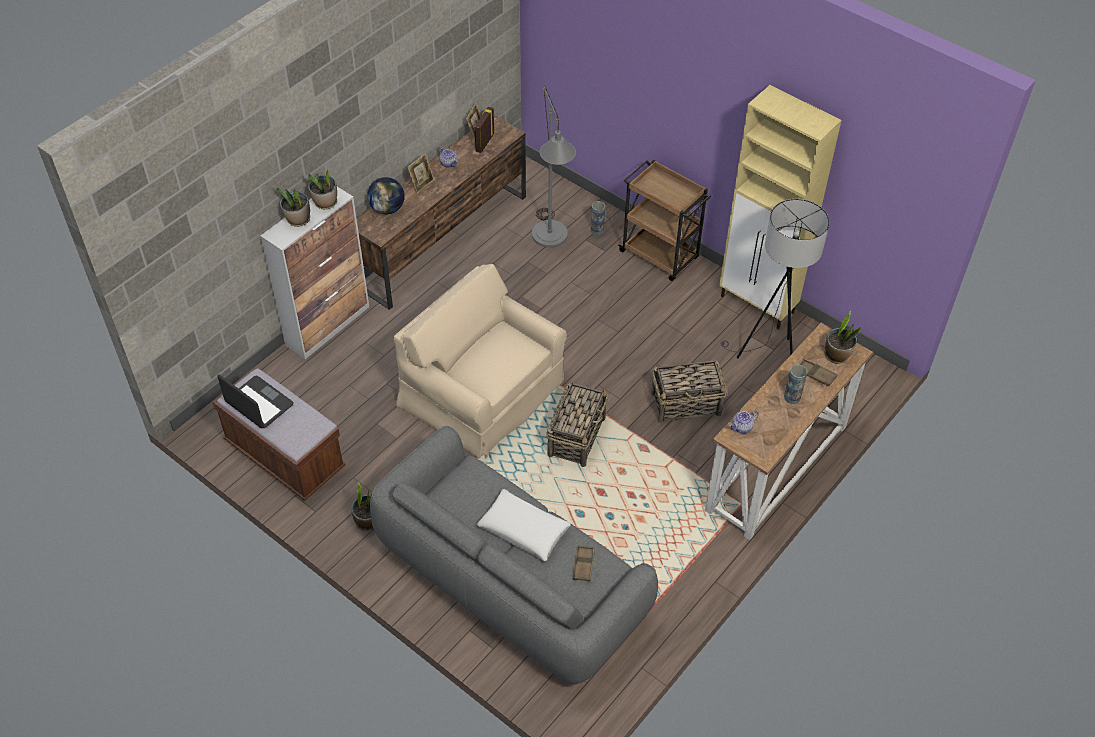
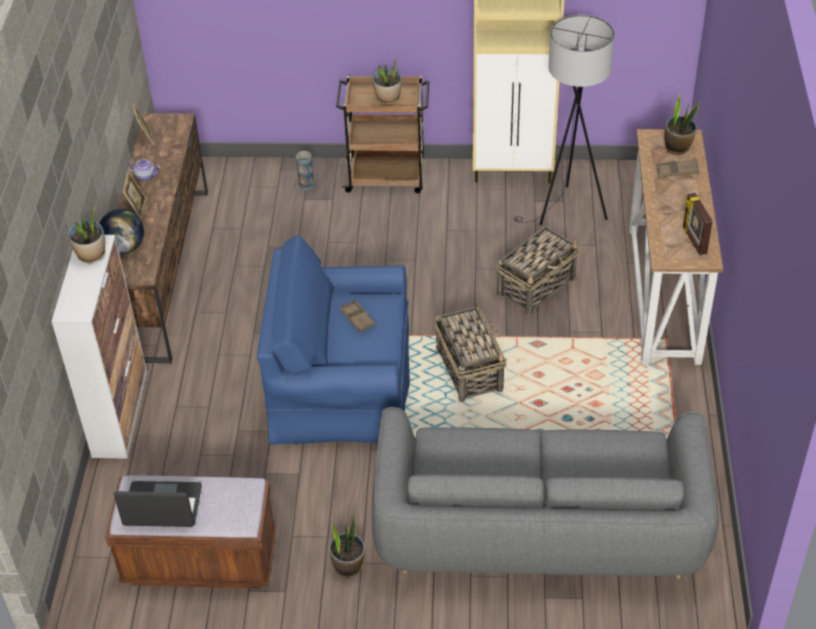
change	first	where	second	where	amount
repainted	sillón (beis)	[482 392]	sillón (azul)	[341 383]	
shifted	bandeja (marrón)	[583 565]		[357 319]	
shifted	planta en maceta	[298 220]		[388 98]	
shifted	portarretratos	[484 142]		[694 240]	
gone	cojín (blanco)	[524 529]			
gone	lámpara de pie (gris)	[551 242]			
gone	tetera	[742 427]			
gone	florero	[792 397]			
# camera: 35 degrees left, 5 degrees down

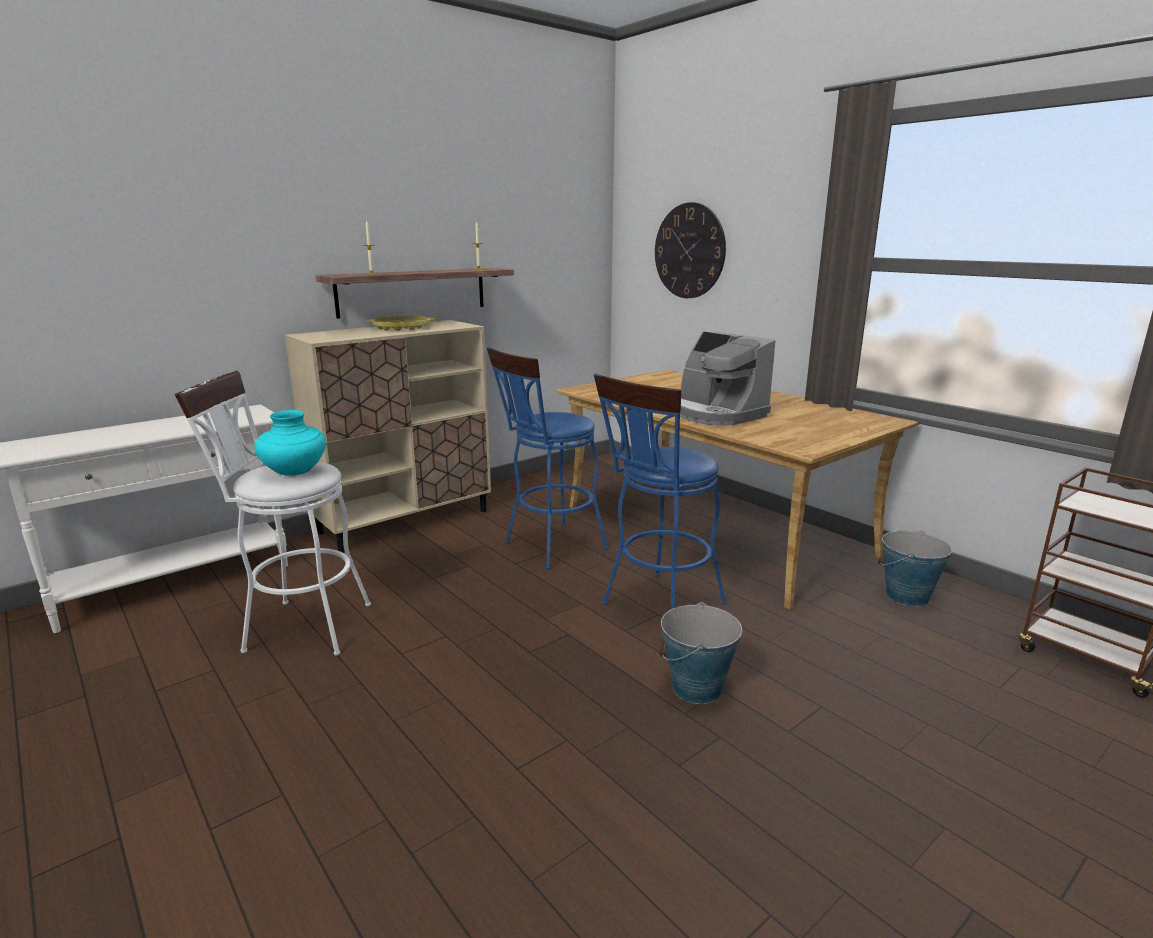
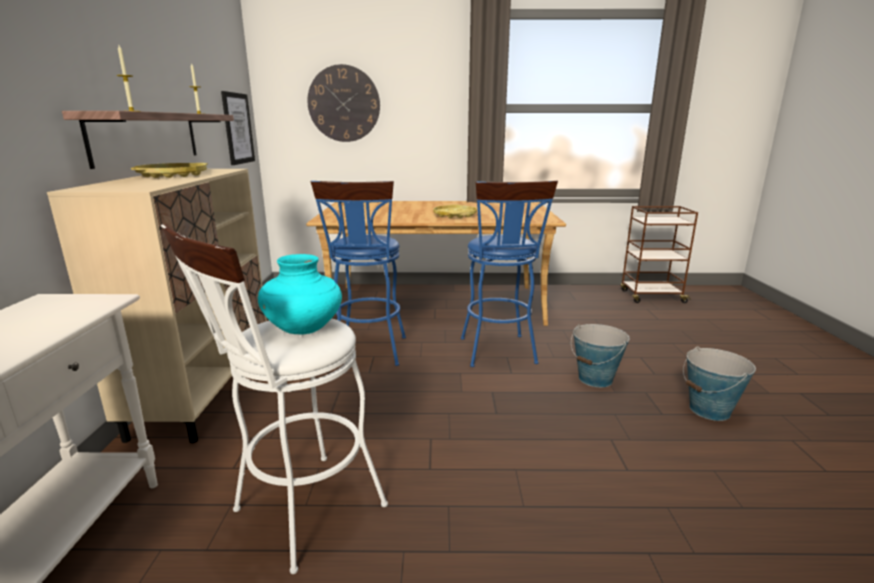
change	first	where	second	where	amount
new			cuadro	[238 128]	
swapped	cafetera	[716 414]	bandeja (amarillo)	[455 215]	
shifted	cubo	[907 596]		[709 410]	
# camera: 50 degrees left, 0 degrees up

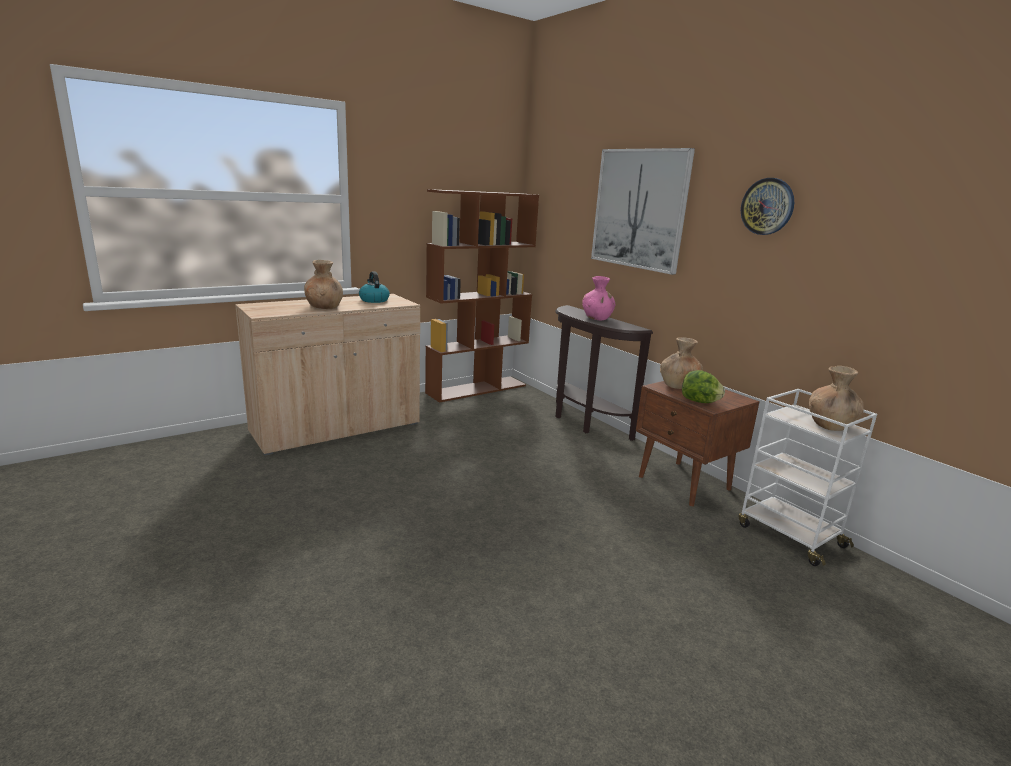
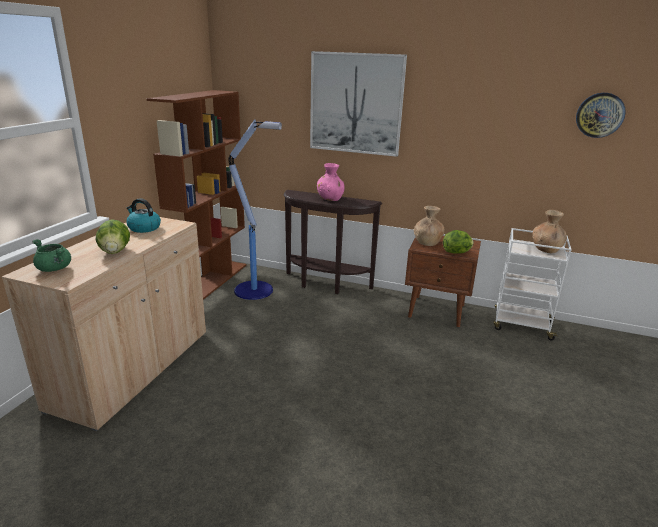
change	first	where	second	where	amount
new			olla (verde)	[55 269]	
swapped	florero (marrón)	[325 307]	lechuga	[115 251]	
new			lámpara de pie	[255 290]	
shifted	reloj de pared	[767 206]		[599 115]	
# camera: 35 degrees left, 5 degrees up

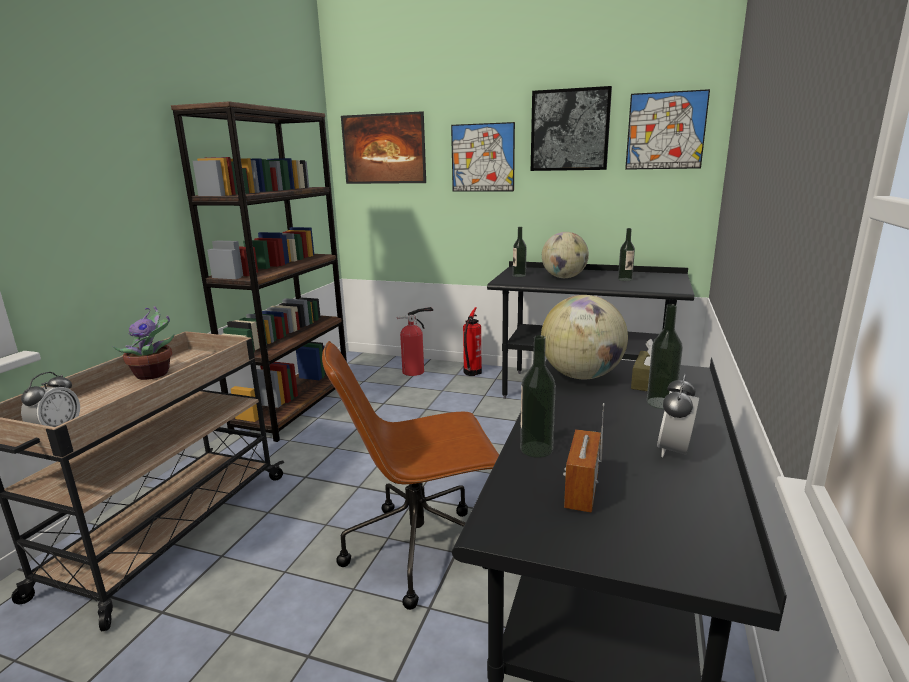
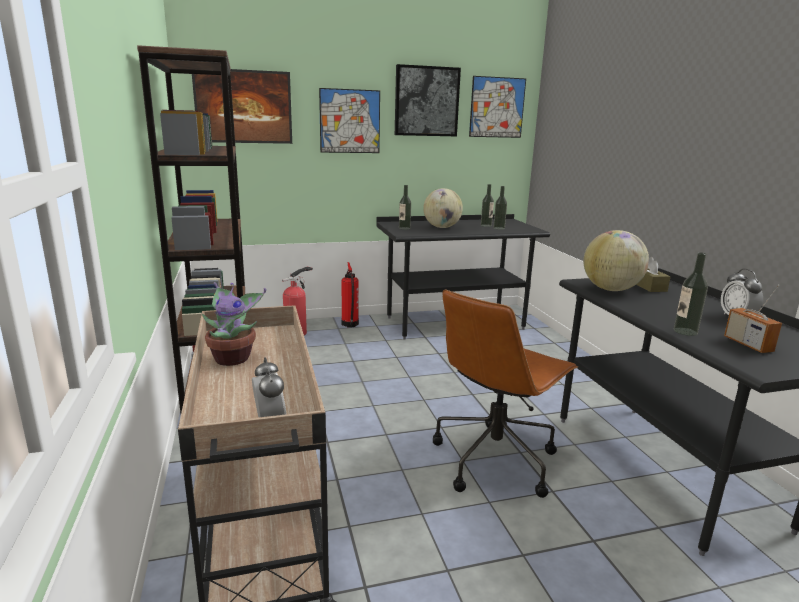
change	first	where	second	where	amount
shifted	botella	[661 403]		[499 228]	
# camera: 35 degrees left, 0 degrees up

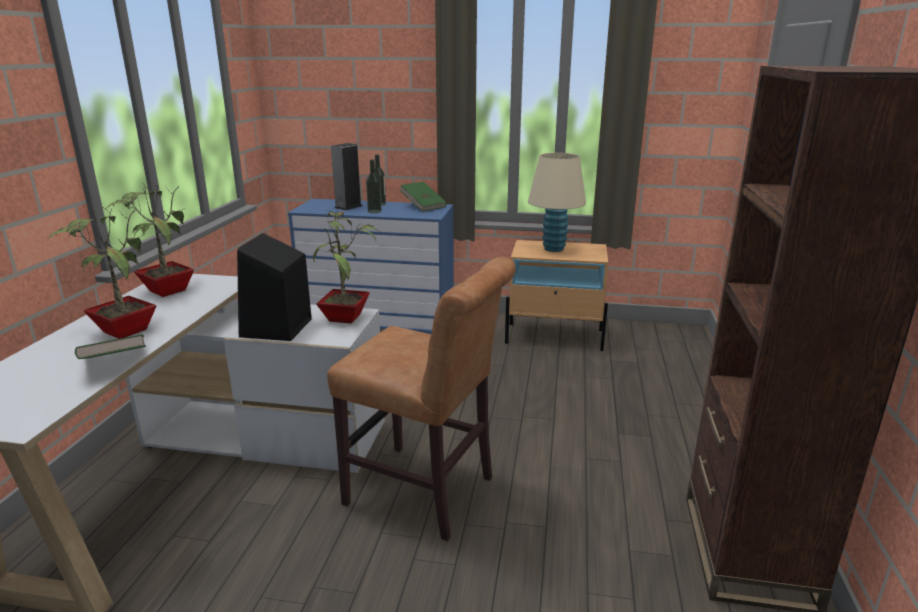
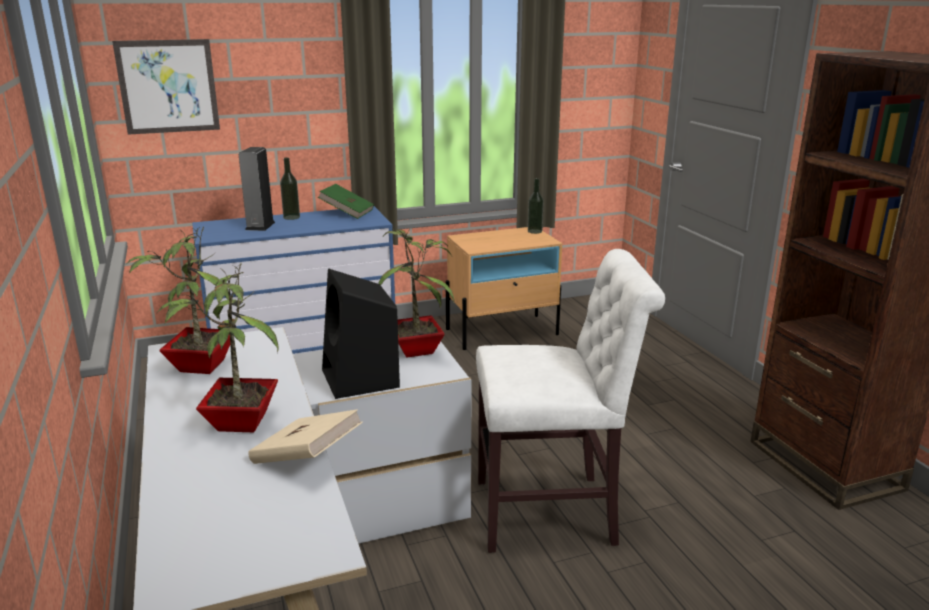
change	first	where	second	where	amount
new			cuadro	[168 86]	
repainted	libro (verde)	[116 365]	libro (beis)	[307 459]	
repainted	silla (marrón)	[426 493]	silla (blanco)	[553 512]	
shifted	botella	[374 211]		[534 231]	
gone	lámpara de mesa (beis)	[553 249]			
# camera: 30 degrees left, 0 degrees up

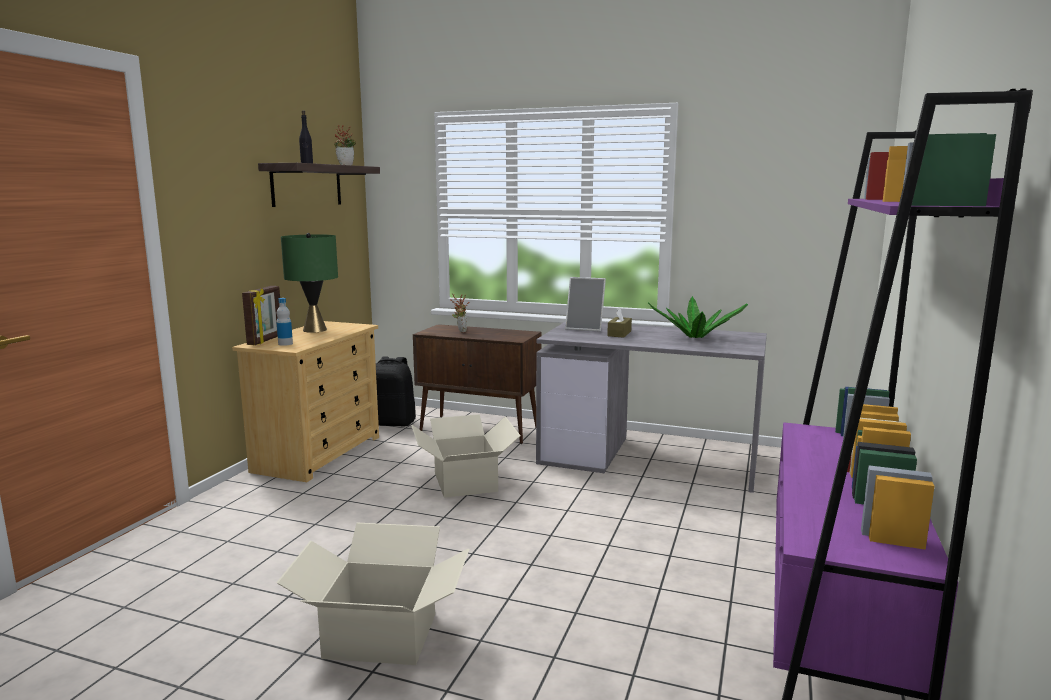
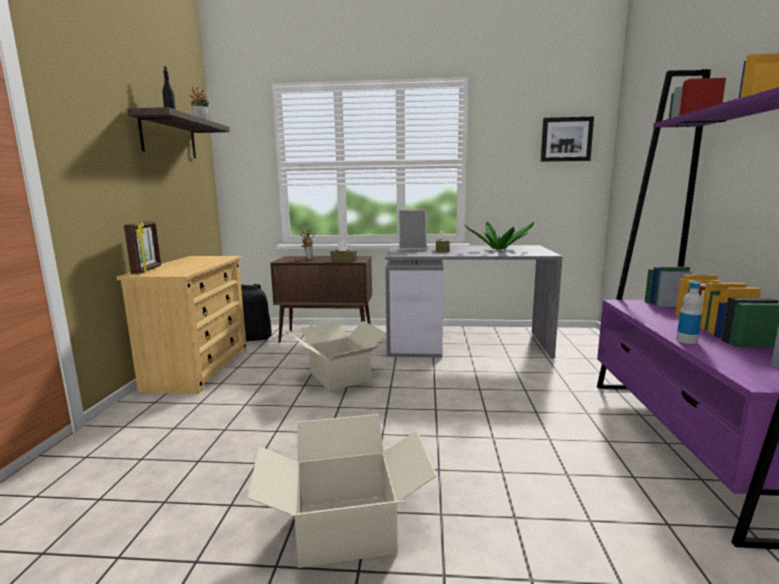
change	first	where	second	where	amount
new			caja de pañuelos (marrón)	[343 260]	
new			cuadro	[566 139]	
shifted	botella	[285 344]		[686 340]	
gone	lámpara de mesa (verde)	[314 330]			
# camera: 15 degrees left, 0 degrees up

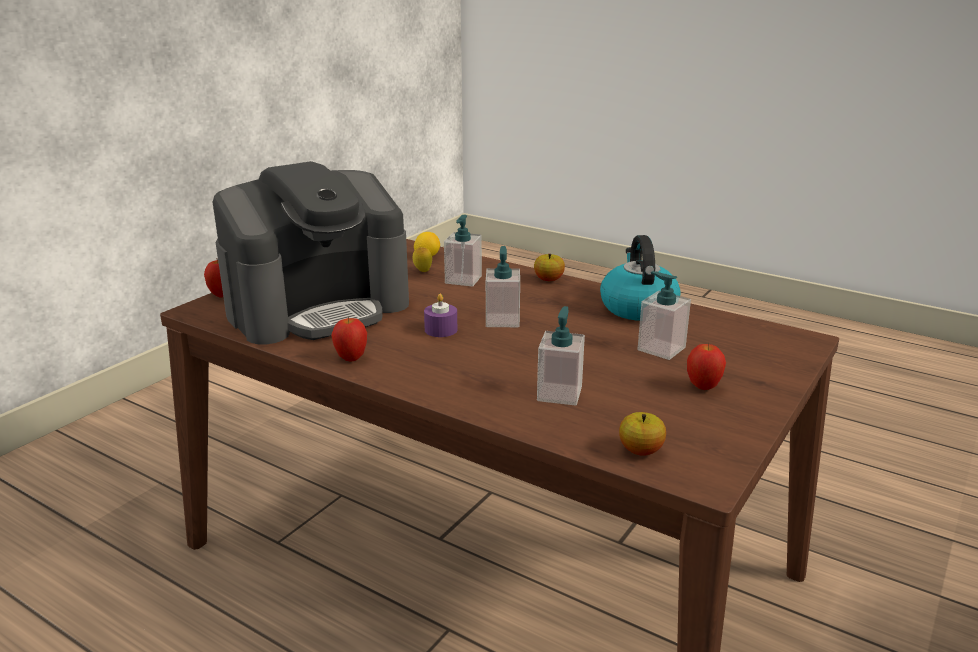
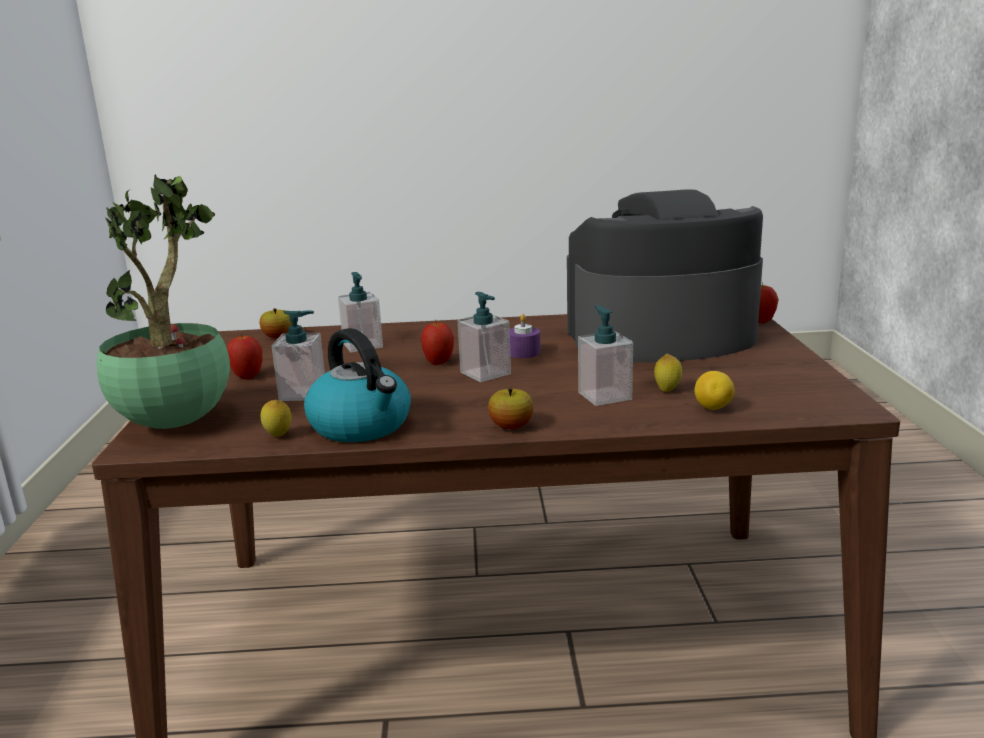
change	first	where	second	where	amount
new			planta en maceta	[177 422]	
new			limón	[278 436]	
shifted	manzana	[351 358]		[438 363]	
rotated	cafetera	[319 308]		[659 337]	60 degrees clockwise
# camera: 145 degrees right, 5 degrees down

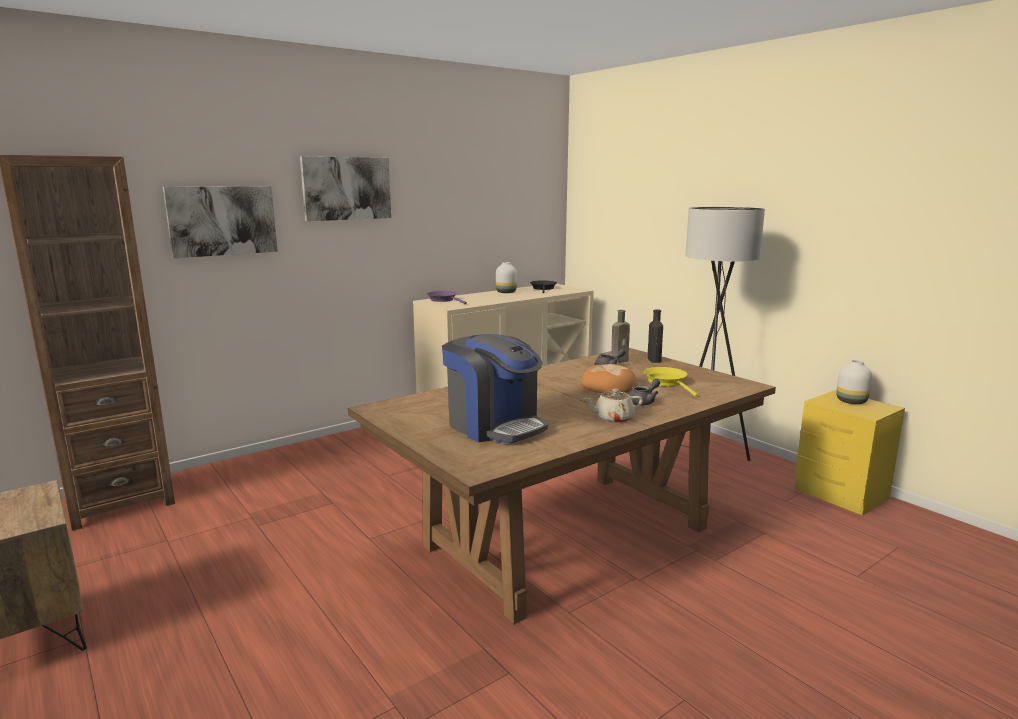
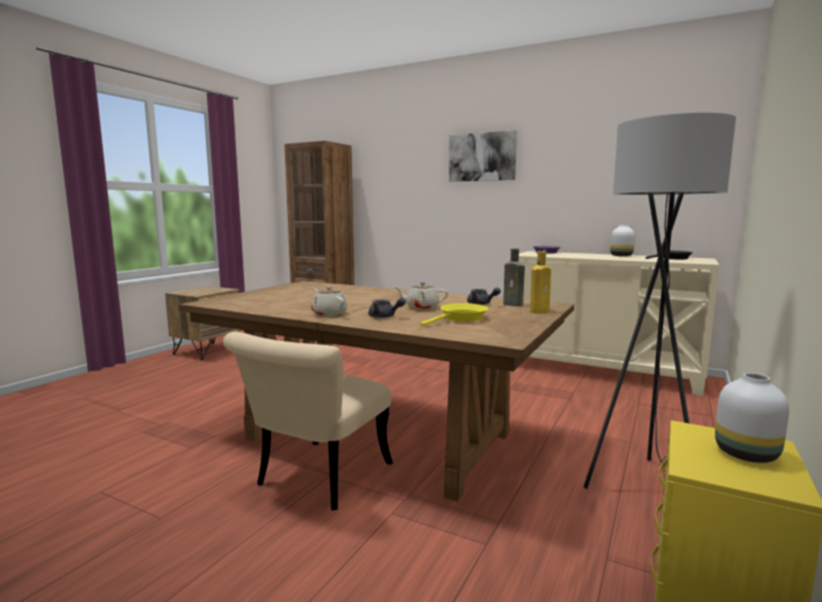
change	first	where	second	where	amount
new			silla (beis)	[316 480]	
swapped	pan	[608 385]	tetera (beis)	[421 307]	
repainted	botella (negro)	[653 360]	botella (amarillo)	[540 311]	
gone	cuadro	[222 220]			
gone	cafetera	[494 426]			
# camera: 65 degrees right, 5 degrees down

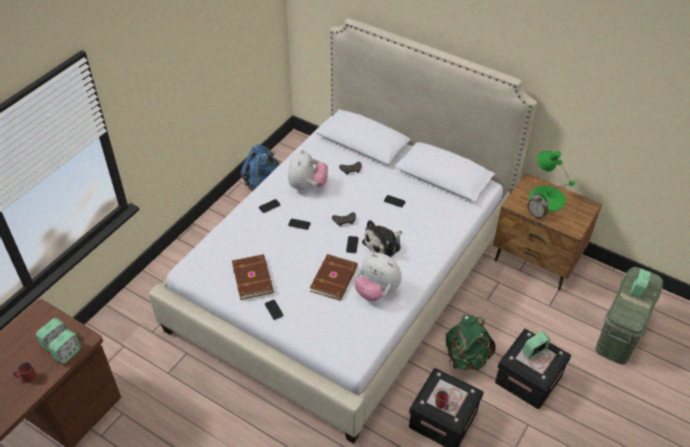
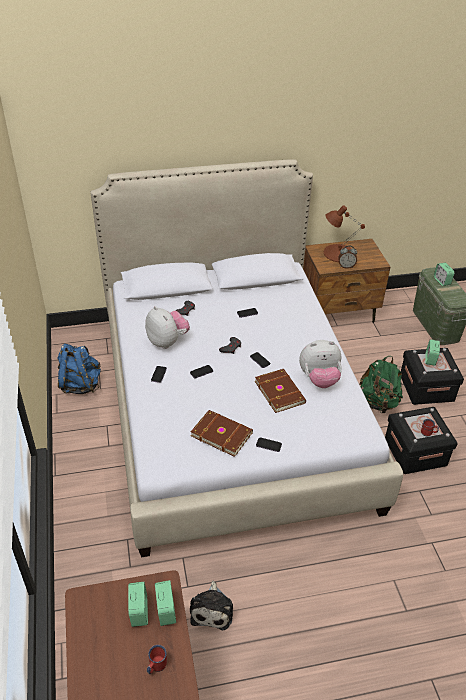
change	first	where	second	where	amount
shifted	peluche	[383 245]		[212 609]	
repainted	lámpara de mesa (verde)	[547 198]	lámpara de mesa (marrón)	[338 253]	
# camera: 45 degrees left, 5 degrees down

